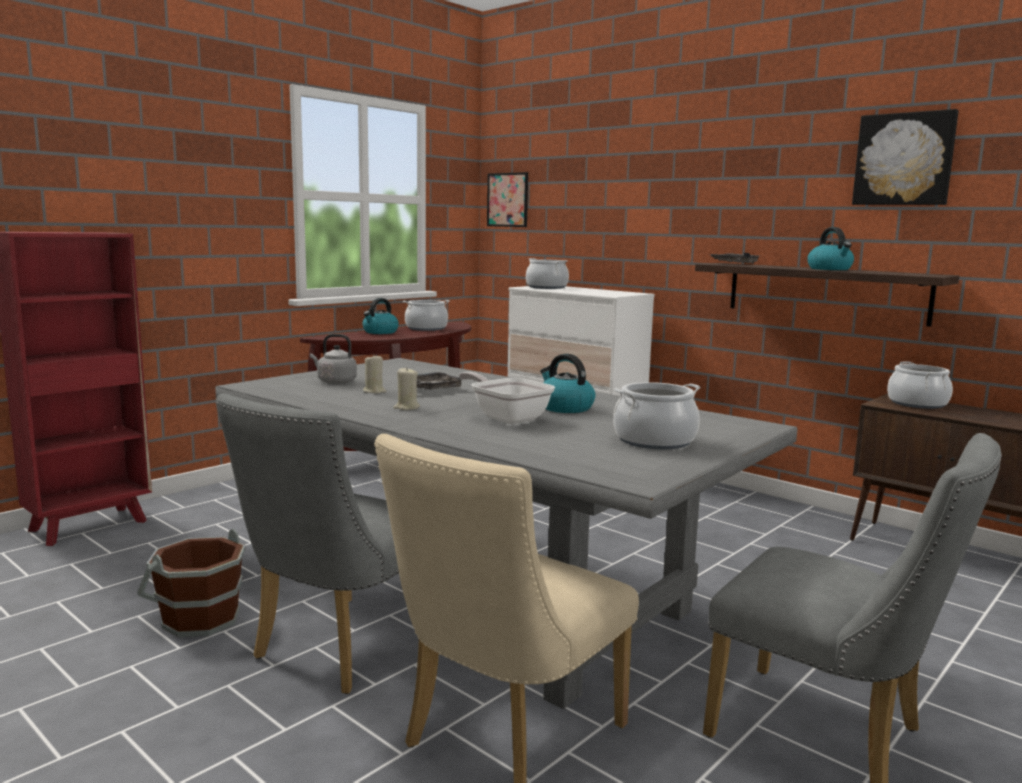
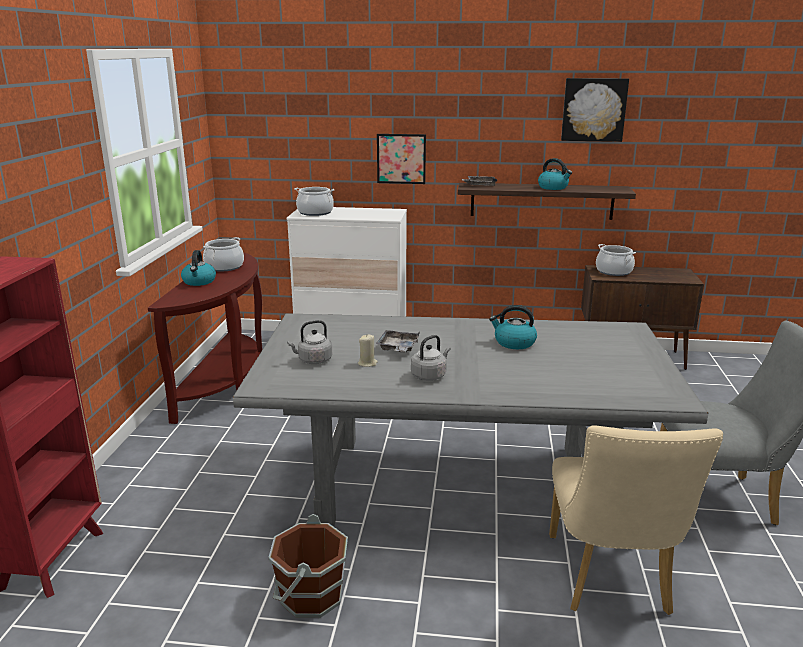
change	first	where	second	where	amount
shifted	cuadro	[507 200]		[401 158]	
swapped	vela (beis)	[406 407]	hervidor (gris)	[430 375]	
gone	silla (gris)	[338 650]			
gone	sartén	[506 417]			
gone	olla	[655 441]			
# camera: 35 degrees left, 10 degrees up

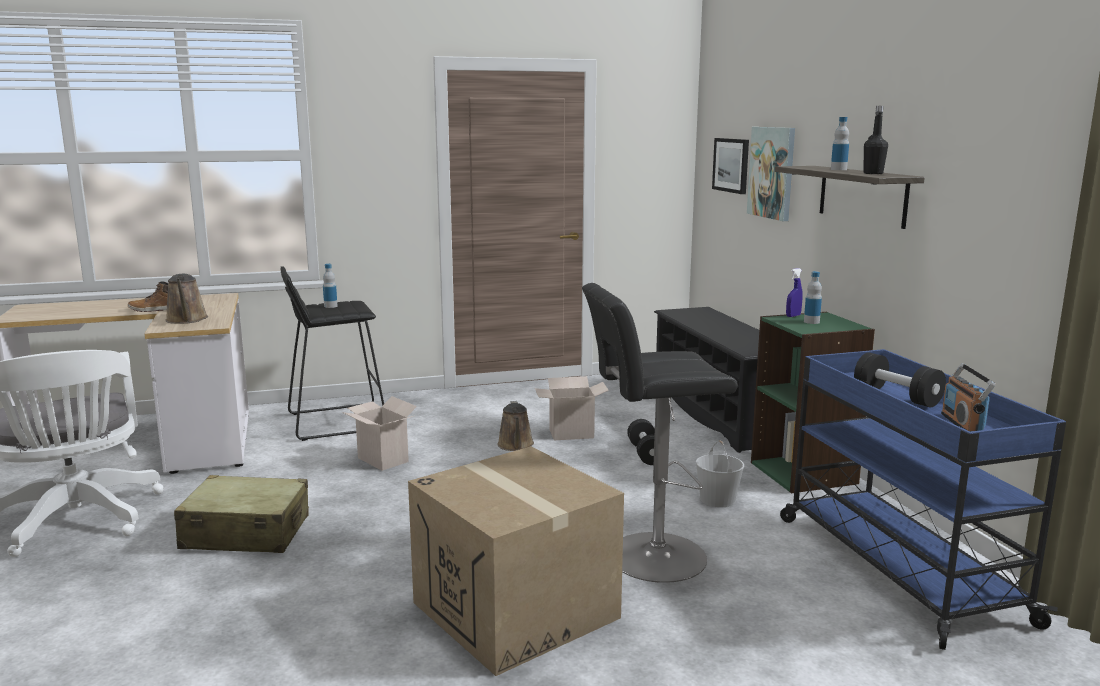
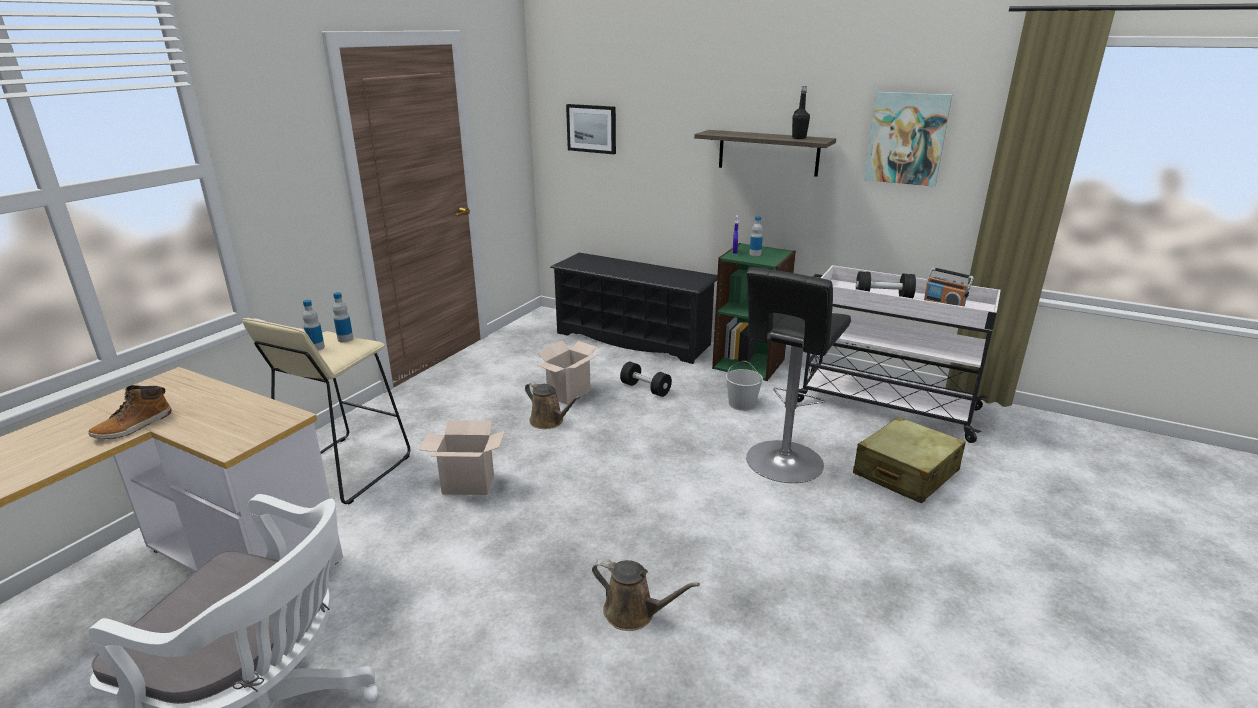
change	first	where	second	where	amount
repainted	taburete (negro)	[335 421]	taburete (beis)	[343 469]	
shifted	botella	[838 169]		[345 339]	
shifted	regadera (marrón)	[186 320]		[634 613]	
repainted	carrito (azul)	[896 567]	carrito (blanco)	[883 405]	
shifted	maleta (beis)	[246 533]		[905 473]	
shifted	cuadro	[772 172]		[906 138]	
gone	caja de cartón	[516 610]			
# camera: 45 degrees left, 10 degrees up

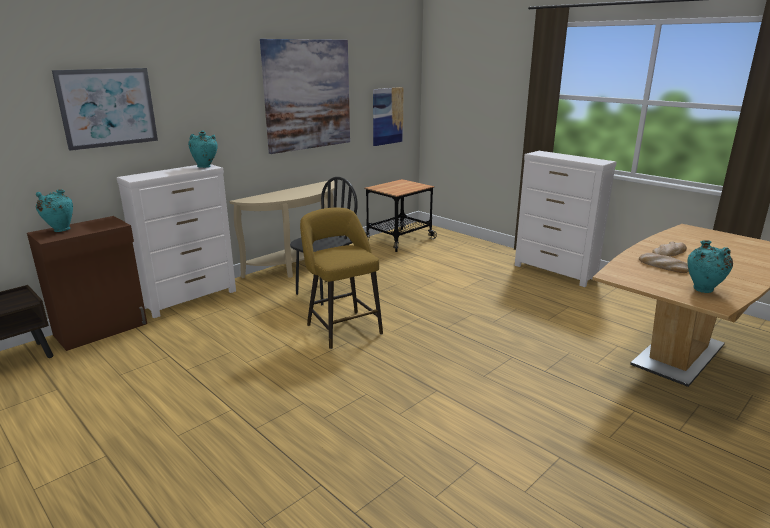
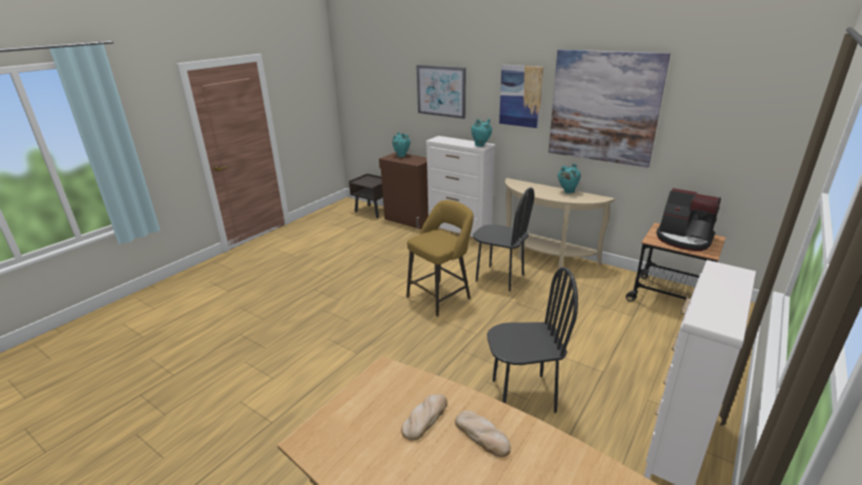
change	first	where	second	where	amount
new			silla (negro)	[523 395]	
shifted	cuadro	[387 116]		[520 96]	
shifted	florero (turquesa)	[703 290]		[567 192]	
new			cafetera	[684 239]	
# camera: 80 degrees right, 5 degrees up

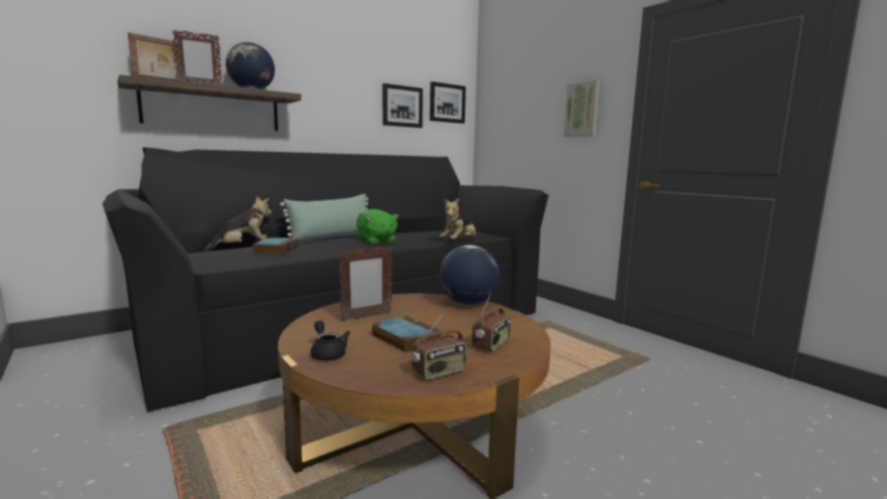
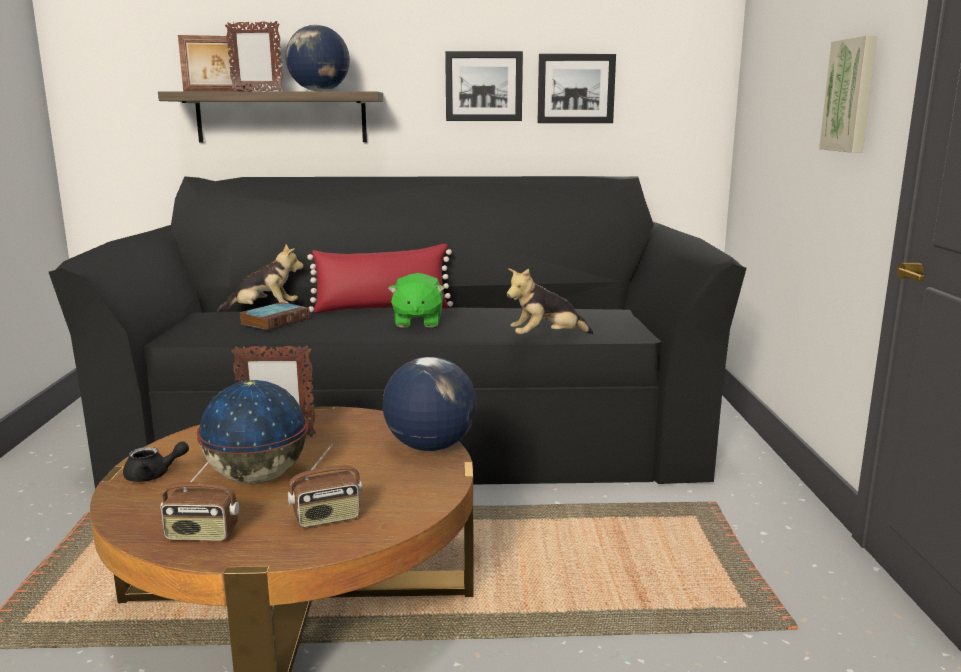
change	first	where	second	where	amount
rotated	tetera (negro)	[327 353]		[153 475]	75 degrees clockwise
swapped	libro	[404 338]	globo terráqueo	[256 478]	
repainted	cojín (verde)	[332 238]	cojín (rojo)	[382 308]	
shifted	cuadro	[447 103]		[483 86]	
# camera: 35 degrees right, 5 degrees up

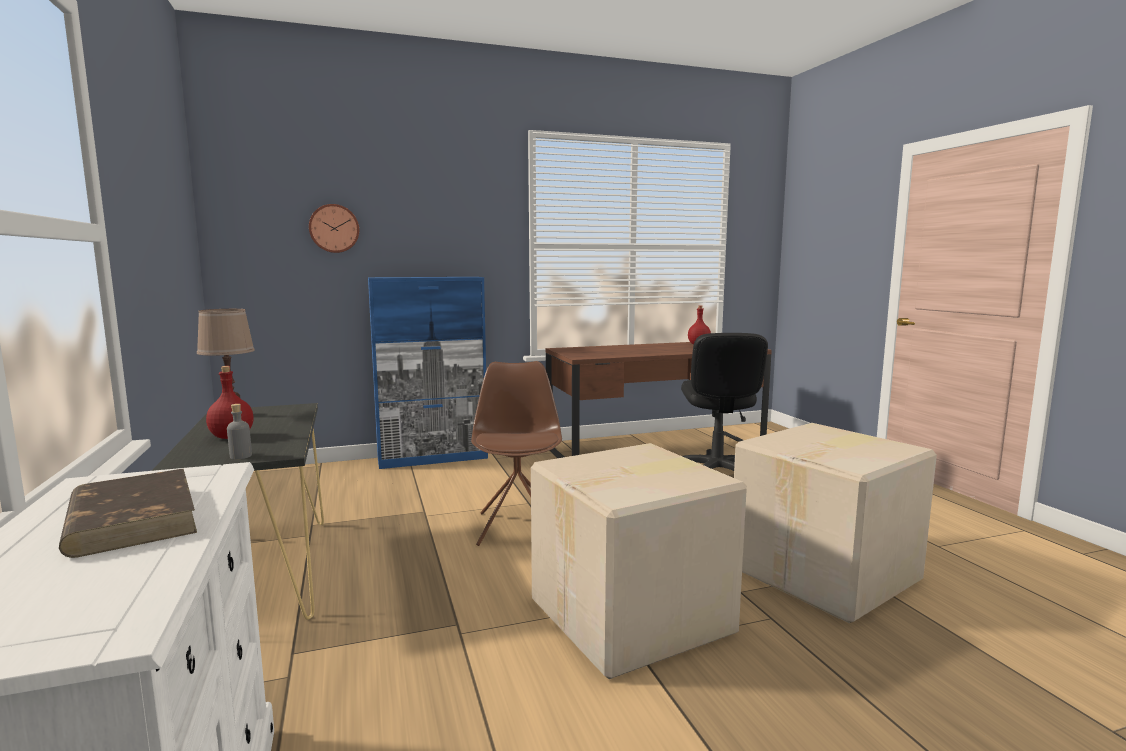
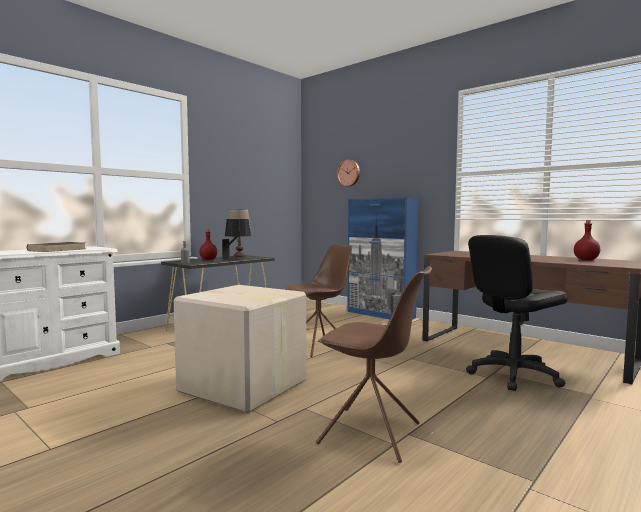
change	first	where	second	where	amount
new			lámpara de mesa (negro)	[236 259]	
swapped	caja de cartón	[826 574]	silla (marrón)	[372 434]	
# camera: 60 degrees right, 5 degrees down

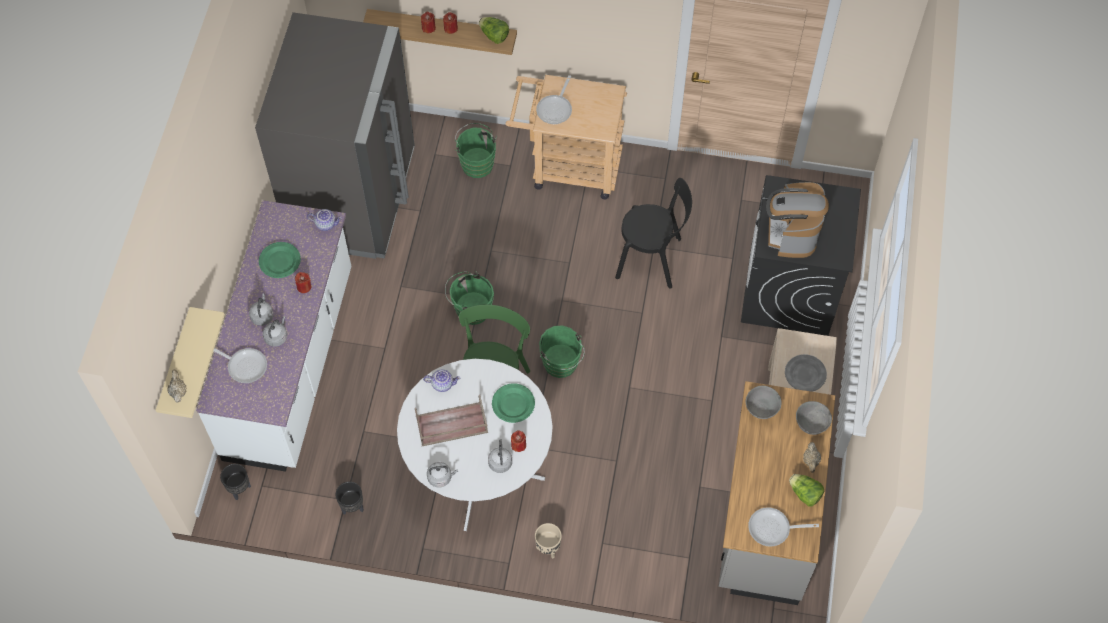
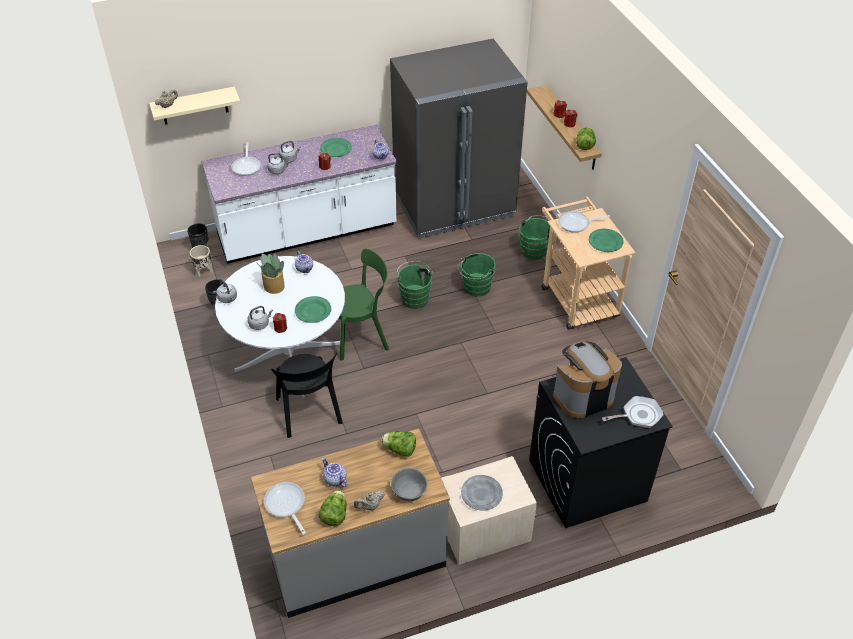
change	first	where	second	where	amount
shifted	maceta (beis)	[548 549]		[203 271]	
swapped	bandeja (marrón)	[451 425]	planta en maceta	[274 286]	
shifted	silla (negro)	[652 259]		[309 413]	
new			tetera	[334 479]	
swapped	cuenco (gris)	[762 408]	lechuga	[400 449]	
shifted	cubo (verde)	[561 365]		[475 288]	
new			plato (verde)	[605 242]	
new			sartén	[638 415]	
# camera: 60 degrees right, 15 degrees down

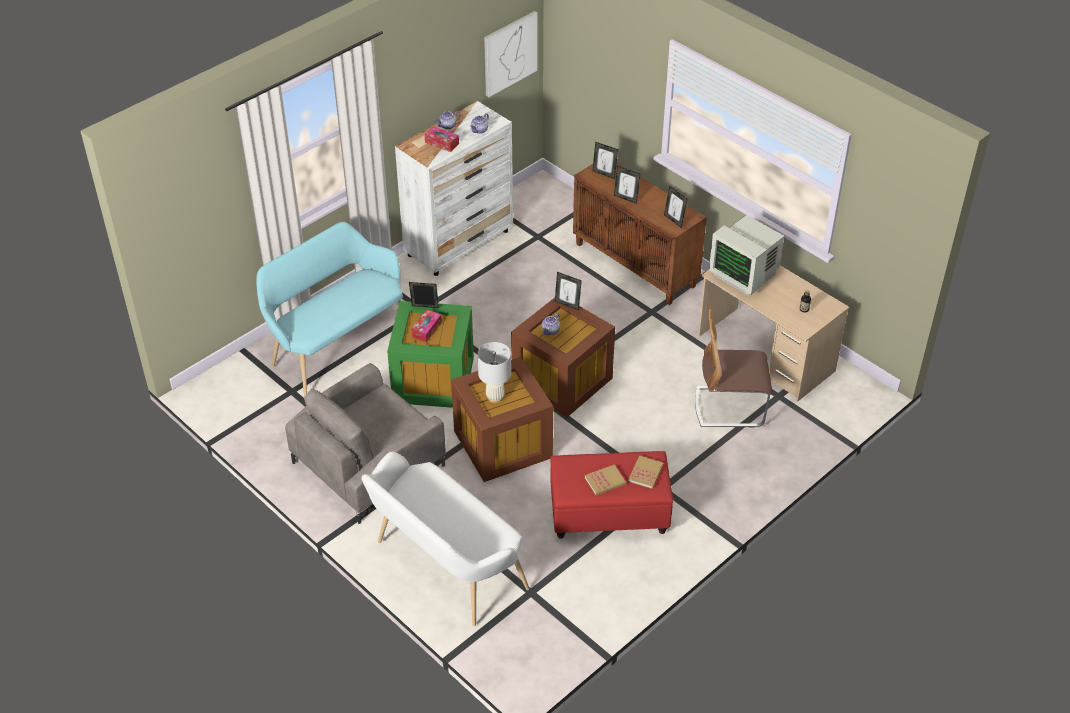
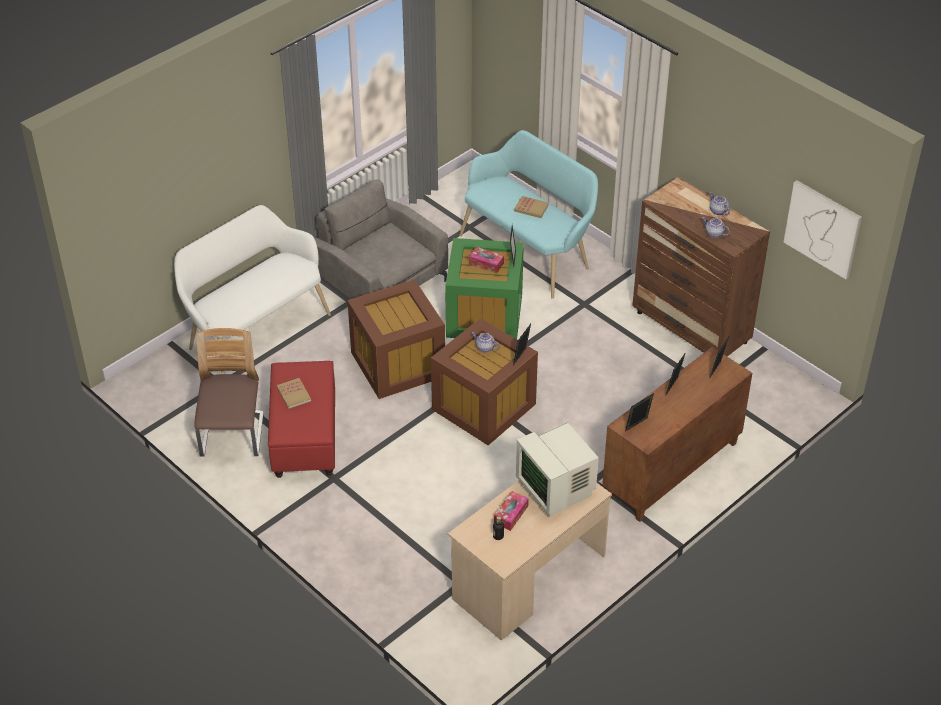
change	first	where	second	where	amount
shifted	silla	[729 407]		[232 436]	
shifted	caja de pañuelos	[442 143]		[511 514]	
shifted	libro	[645 473]		[531 208]	
rotated	monitor	[745 274]		[557 489]	75 degrees counterclockwise
repainted	cómoda (blanco)	[459 243]	cómoda (marrón)	[691 328]	
gone	lámpara de mesa (blanco)	[495 397]			
# camera: 90 degrees right, 0 degrees up

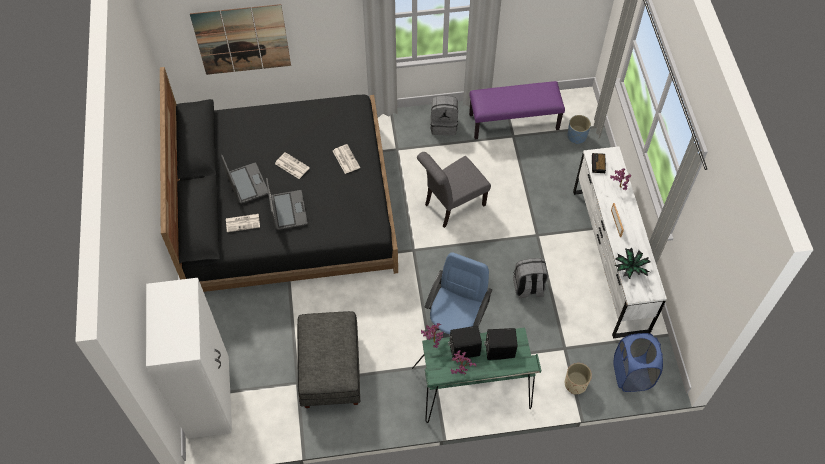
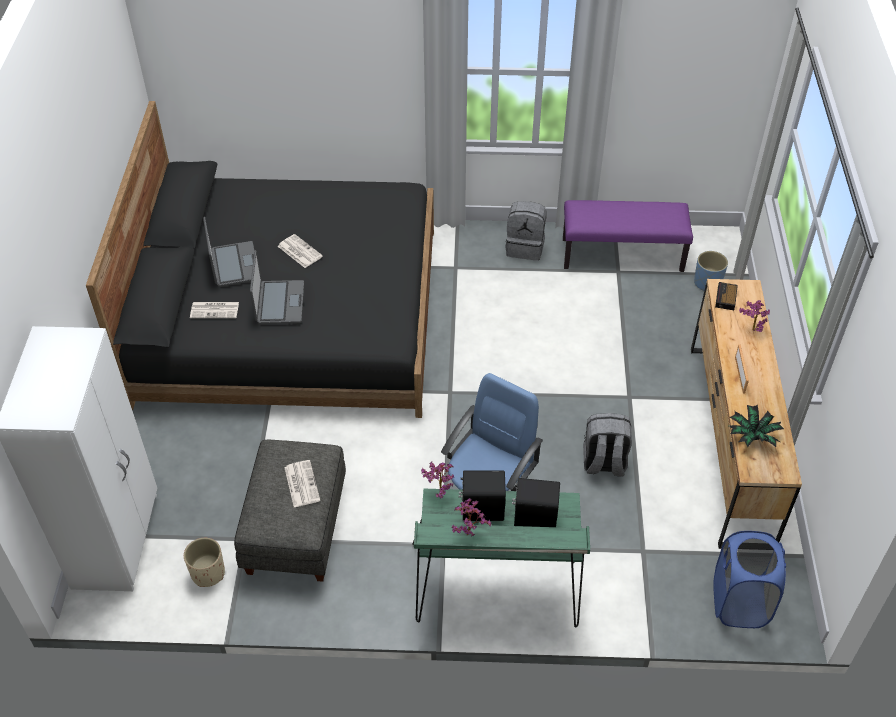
change	first	where	second	where	amount
shifted	maceta (beis)	[575 384]		[208 573]	
shifted	periódico	[345 159]		[301 483]	
repainted	cómoda (blanco)	[609 259]	cómoda (marrón)	[729 442]	
gone	cuadro	[242 39]			
gone	silla (gris)	[451 206]			
# camera: 10 degrees right, 10 degrees down

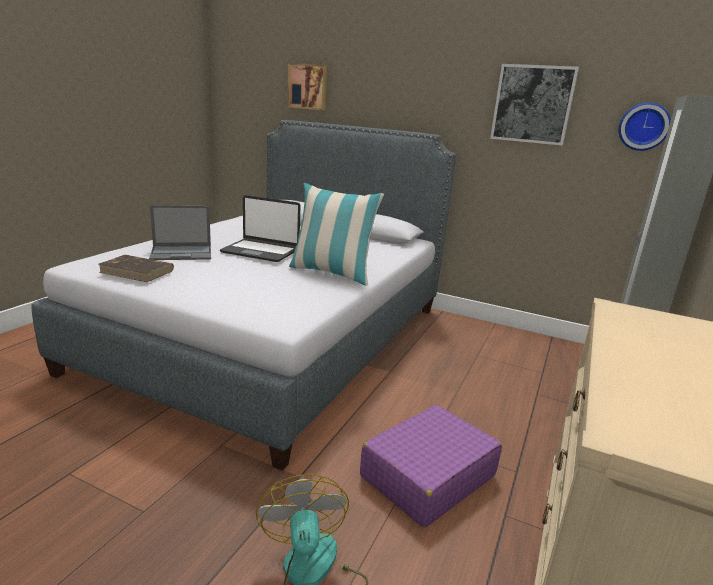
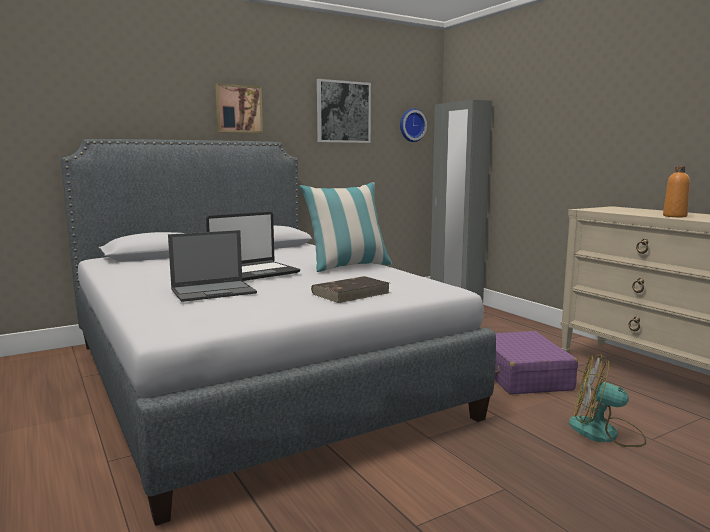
change	first	where	second	where	amount
rotated	portátil	[182 253]		[214 291]	45 degrees clockwise
shifted	cuadro	[308 86]		[238 109]	
shifted	libro (marrón)	[137 271]		[351 293]	
new			botella (naranja)	[674 216]	
# camera: 55 degrees left, 10 degrees down

